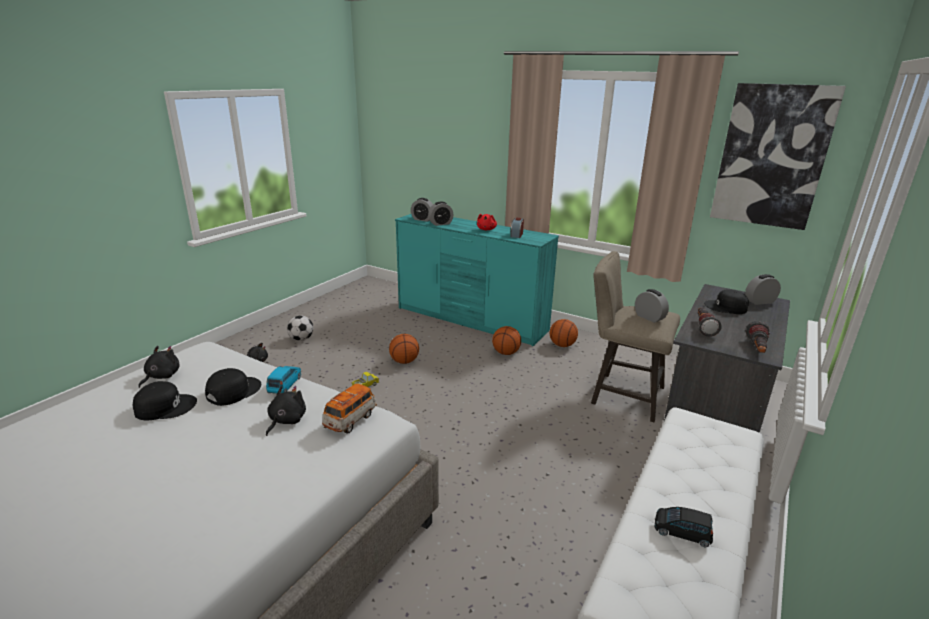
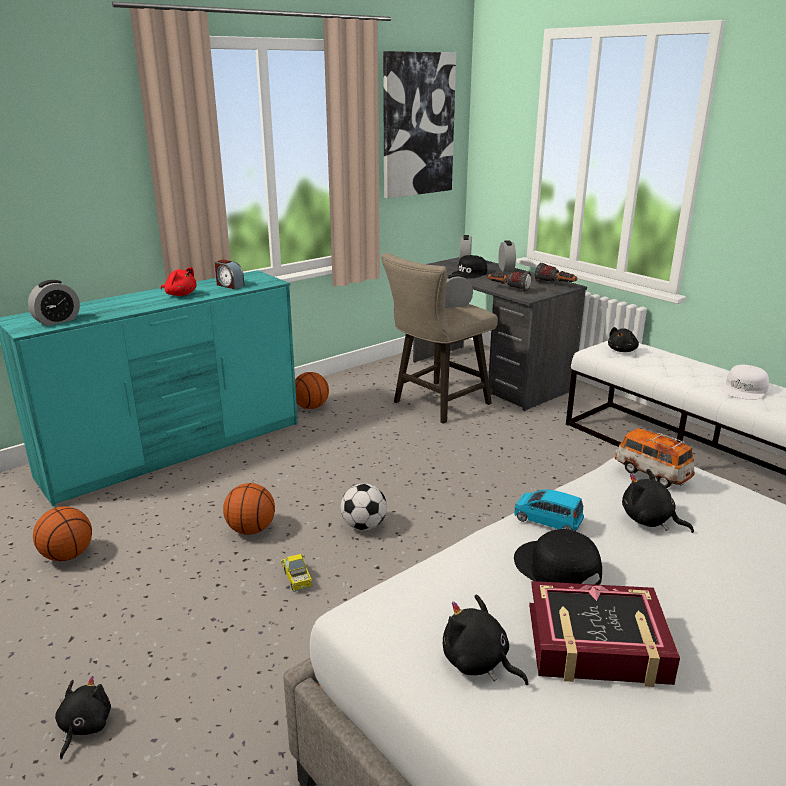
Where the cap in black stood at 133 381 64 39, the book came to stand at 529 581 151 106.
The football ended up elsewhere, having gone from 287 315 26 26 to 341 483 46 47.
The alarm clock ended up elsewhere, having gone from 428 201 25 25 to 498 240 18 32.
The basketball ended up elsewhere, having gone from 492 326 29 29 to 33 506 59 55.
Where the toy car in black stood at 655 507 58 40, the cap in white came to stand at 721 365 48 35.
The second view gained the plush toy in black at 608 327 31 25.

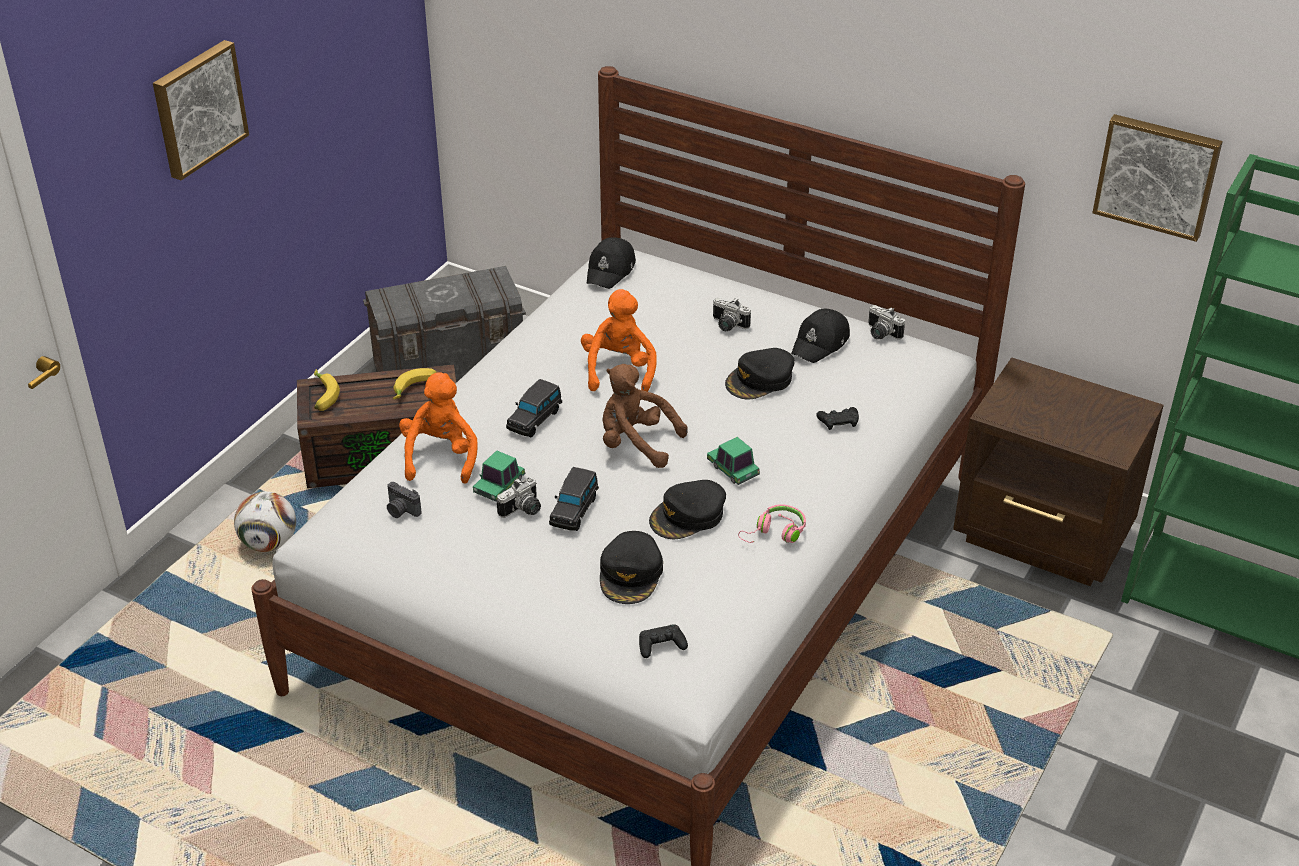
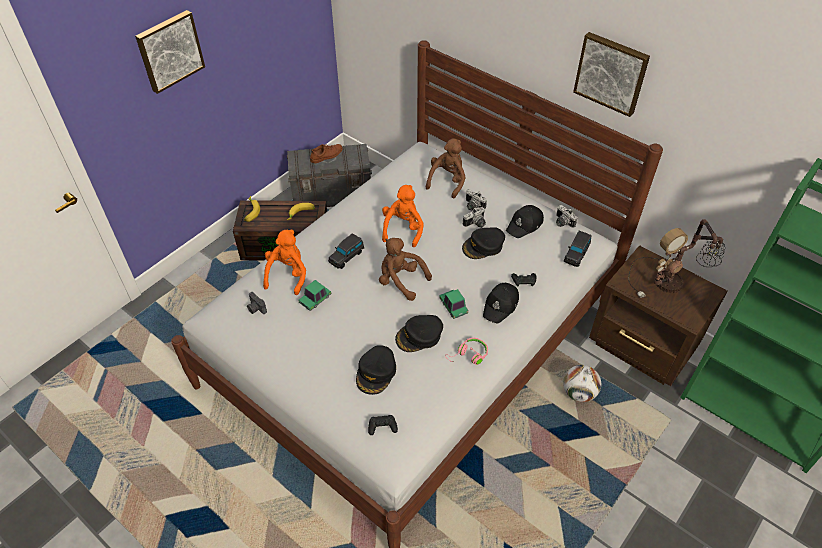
The football ended up elsewhere, having gone from 234 491 62 61 to 563 365 38 37.
The photo camera ended up elsewhere, having gone from 497 477 44 41 to 463 207 23 21.
The toy car in black ended up elsewhere, having gone from 549 467 50 64 to 564 231 27 36.
The cap in black ended up elsewhere, having gone from 587 237 49 52 to 483 283 36 40.
The picture ended up elsewhere, having gone from 1092 114 131 128 to 573 32 77 85.
The second view gained the shoe in brown at 310 144 32 19.
The second view gained the plush toy in brown at 426 138 40 61.
The second view gained the table lamp at 628 219 97 79.

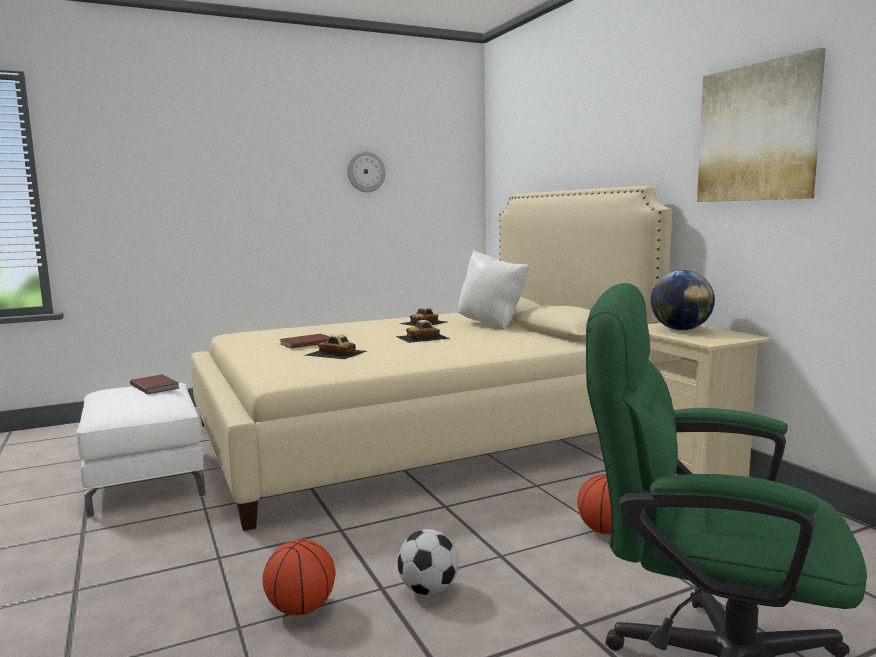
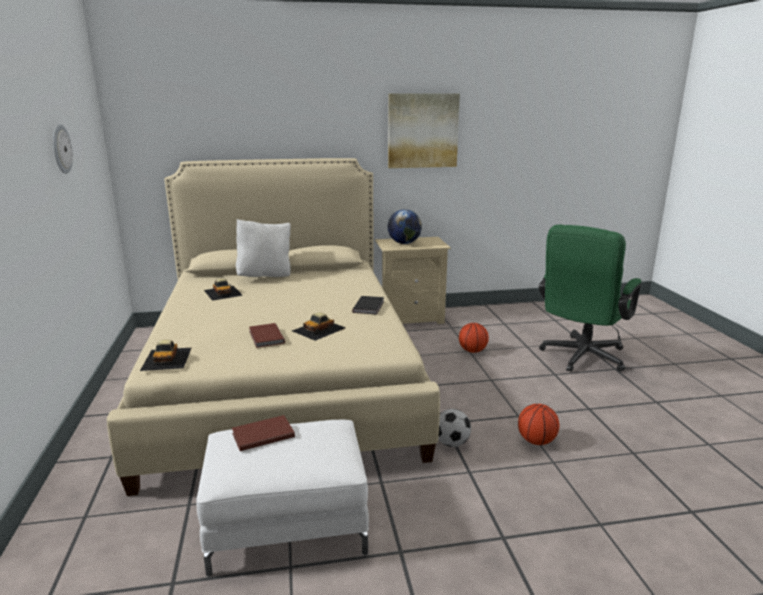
The toy car ended up elsewhere, having gone from 396 320 55 23 to 140 340 52 31.
The football ended up elsewhere, having gone from 398 529 61 67 to 438 409 33 38.
The second view gained the book in black at 352 296 32 19.

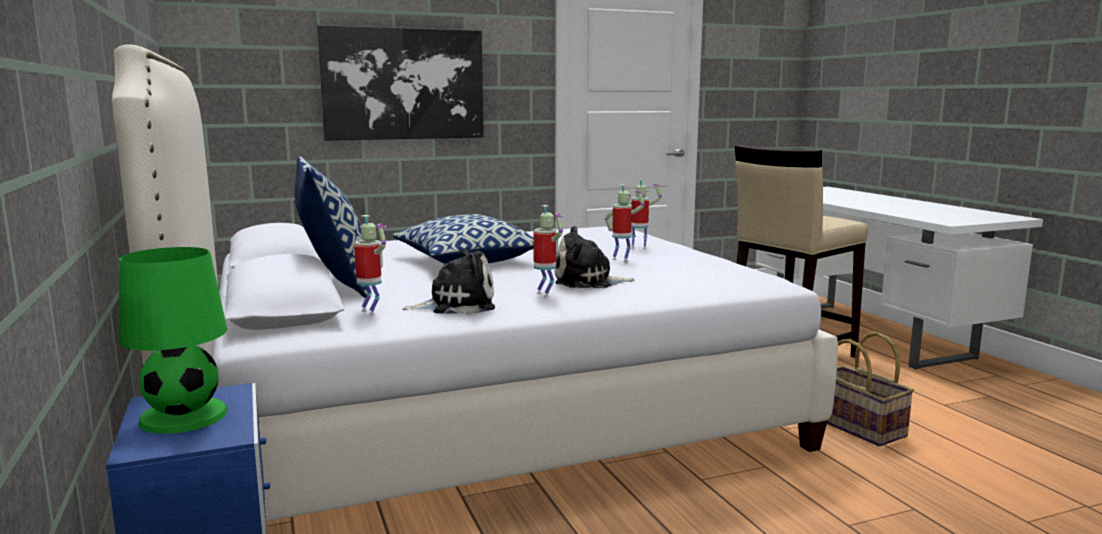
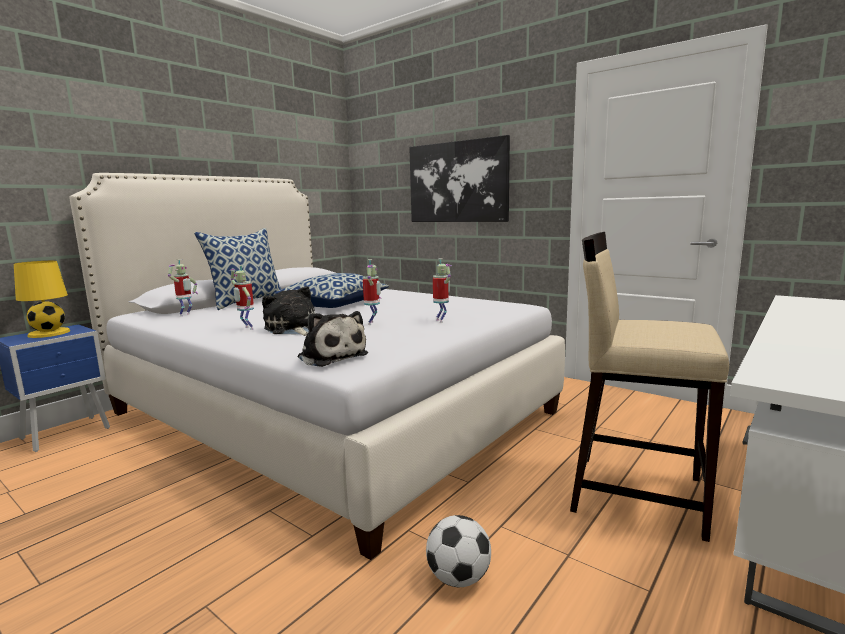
What was the table lamp in green at 119 247 109 187 turned into the table lamp in yellow at 14 261 56 77.
The plush toy ended up elsewhere, having gone from 403 249 92 66 to 298 311 70 56.
The toy robot at 533 205 31 93 ended up facing another way, 105 degrees clockwise from before.
Where the basket stood at 827 332 87 114, the football came to stand at 426 515 65 72.

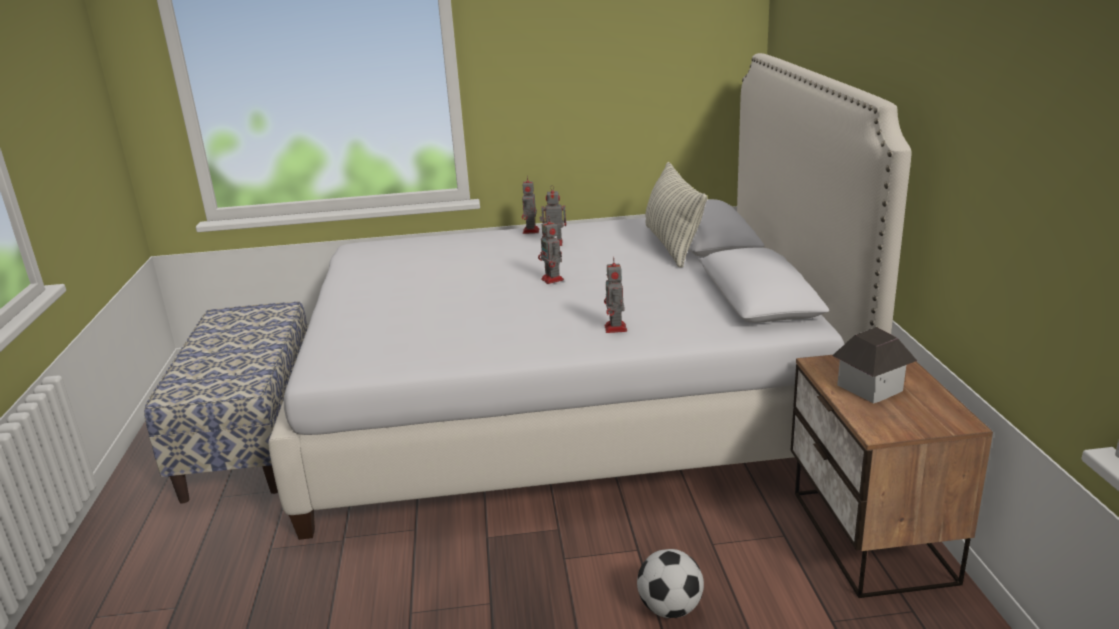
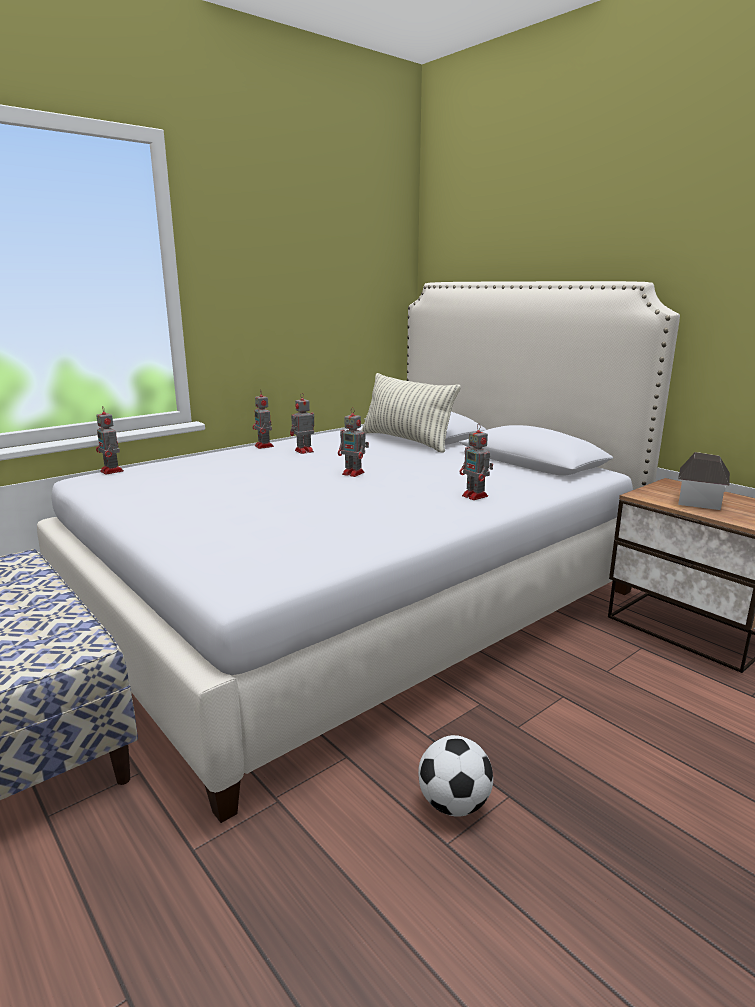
The football ended up elsewhere, having gone from 637 549 67 69 to 418 735 75 82.
The second view gained the toy robot at 96 406 28 69.

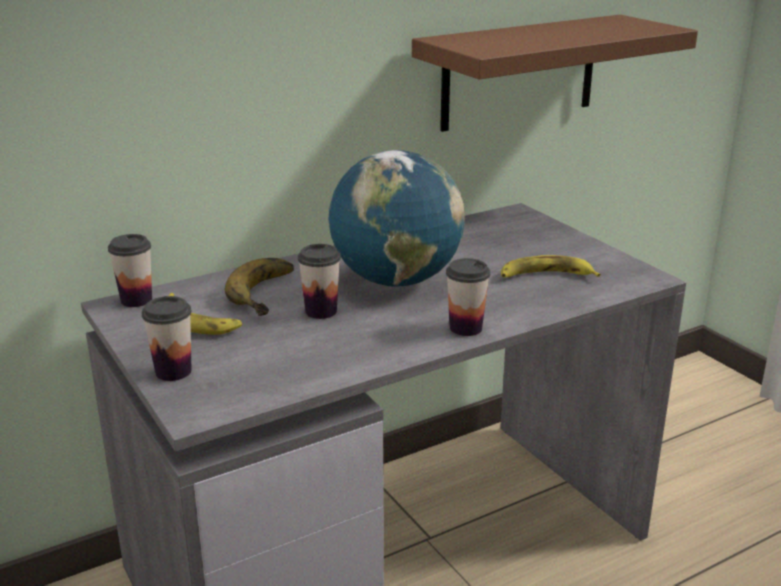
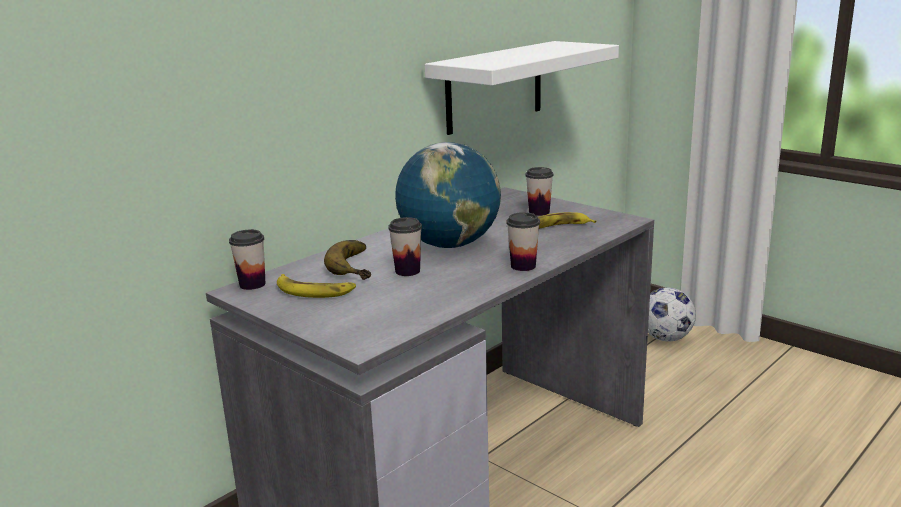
The cup ended up elsewhere, having gone from 142 296 50 85 to 525 167 28 49.
What was the shelf in brown at 412 15 286 117 turned into the shelf in white at 425 41 194 94.
The second view gained the football at 648 288 48 54.

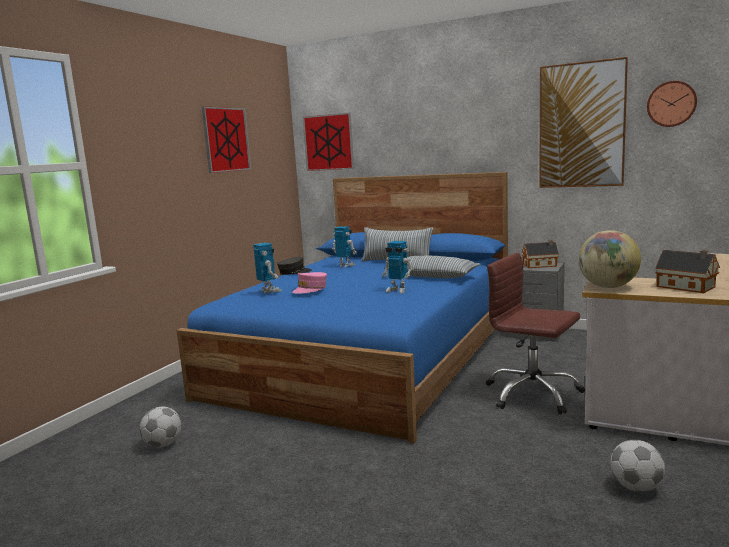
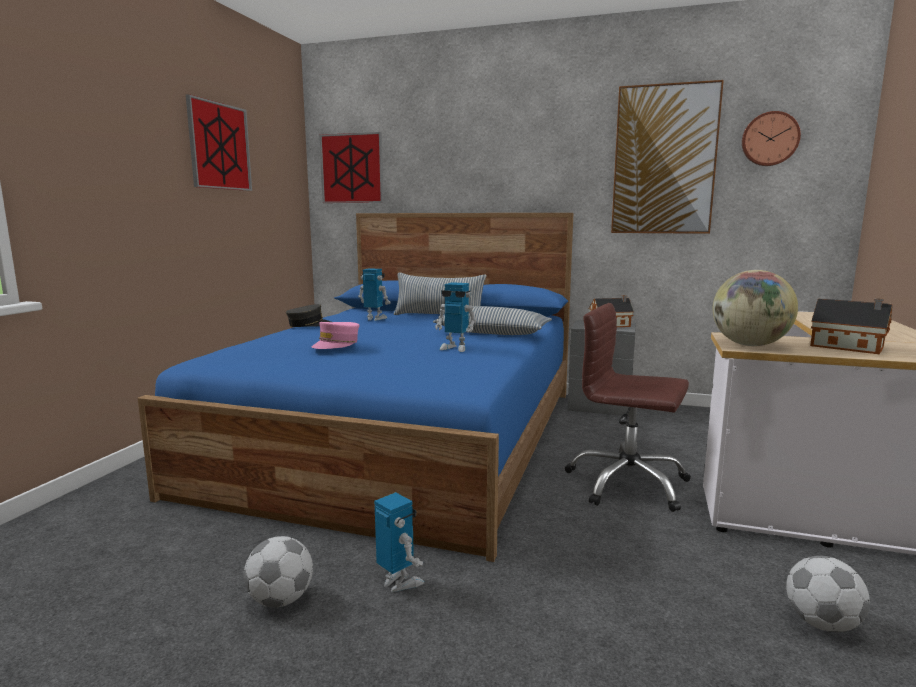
The football ended up elsewhere, having gone from 140 407 42 40 to 243 536 70 71.
The toy robot ended up elsewhere, having gone from 253 243 29 50 to 374 492 50 100.

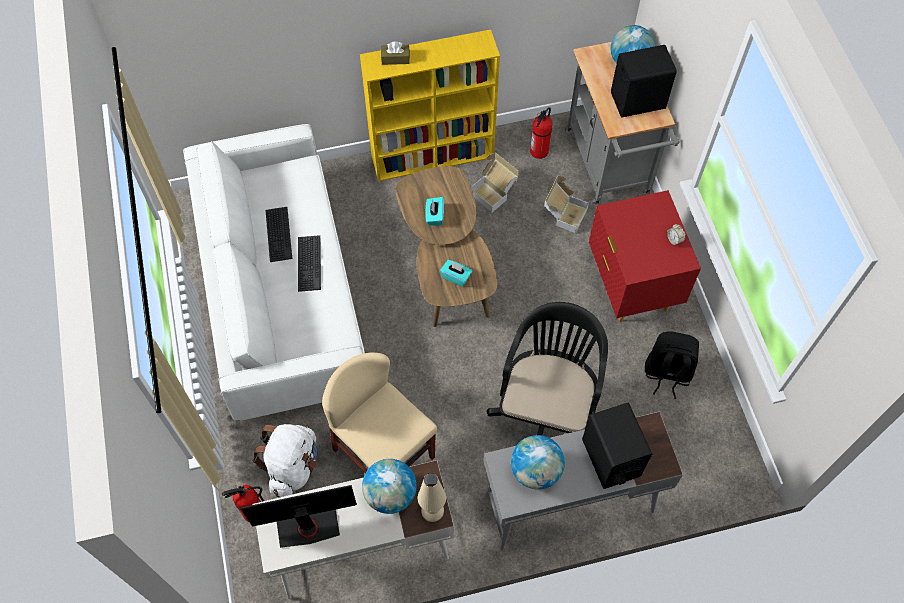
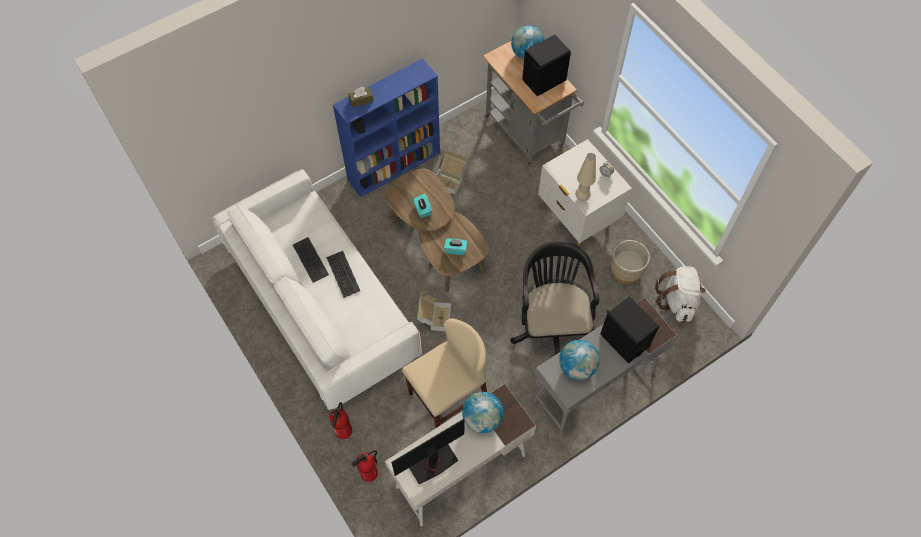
The backpack in white ended up elsewhere, having gone from 252 424 66 74 to 655 266 51 56.
The chair in beige at 322 353 115 120 ended up facing another way, 120 degrees clockwise from before.
What was the bookcase in yellow at 360 30 140 151 turned into the bookcase in blue at 333 58 107 139.
The table lamp in beige ended up elsewhere, having gone from 418 473 28 49 to 575 153 21 48.
The fire extinguisher ended up elsewhere, having gone from 530 107 22 52 to 330 402 22 37.
The cardboard box ended up elsewhere, having gone from 544 176 45 57 to 417 291 34 40.
What was the nightstand in red at 589 190 112 132 turned into the nightstand in white at 538 139 94 107.
Where the backpack in black stood at 645 331 54 68, the planter in beige came to stand at 611 240 39 44.

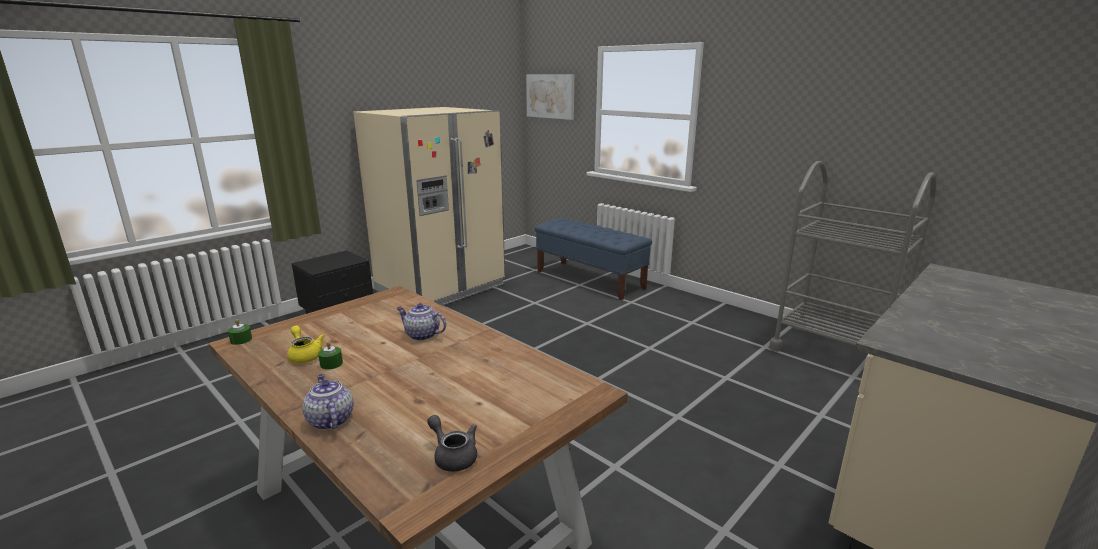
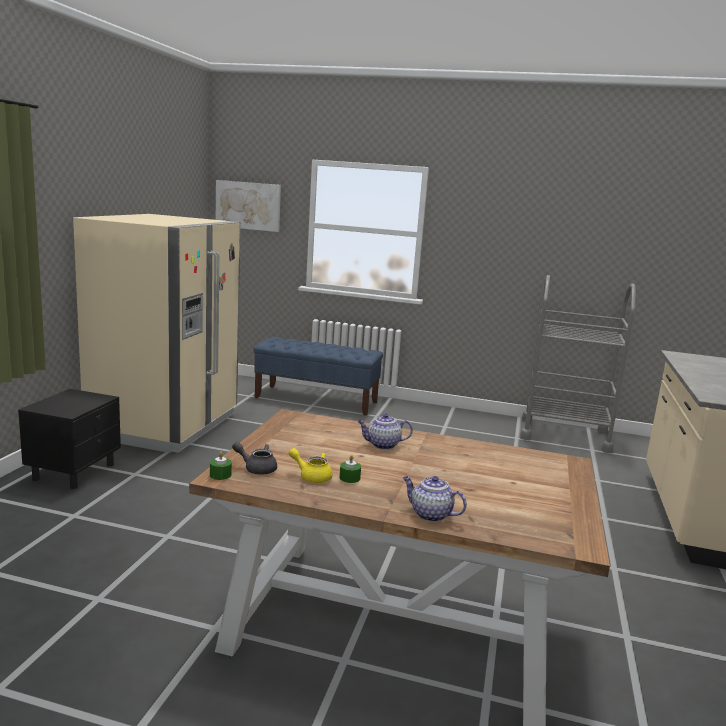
The teapot in grey ended up elsewhere, having gone from 427 415 50 57 to 232 442 45 33.

